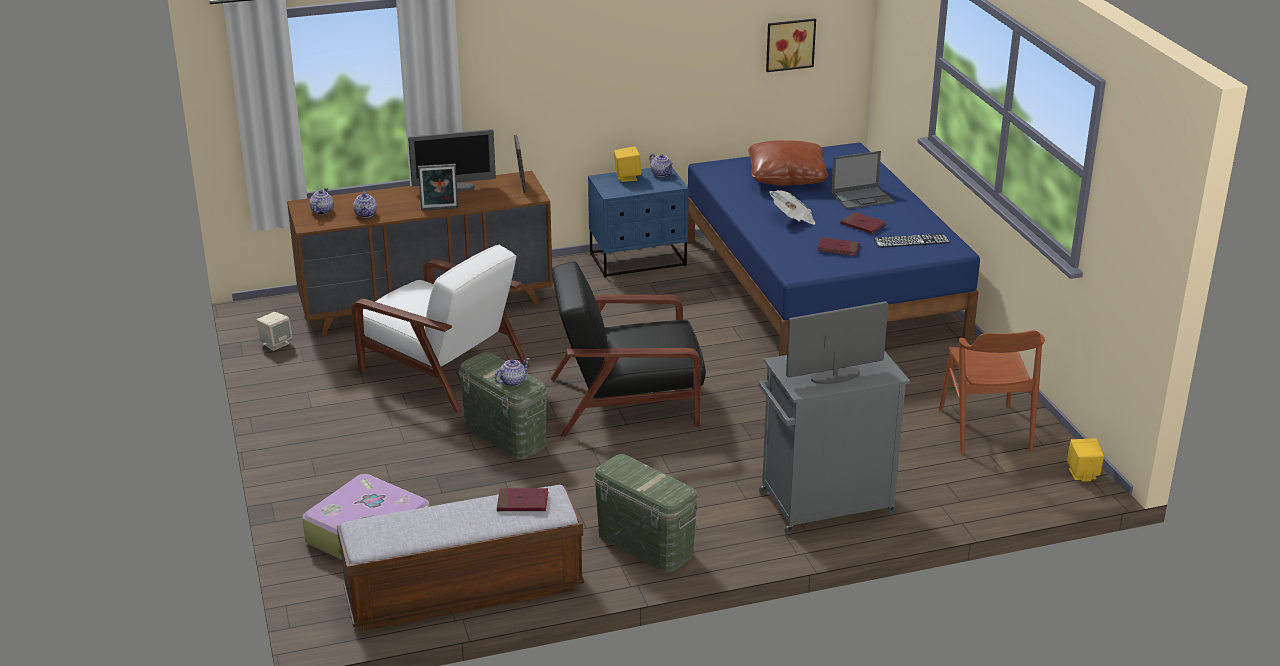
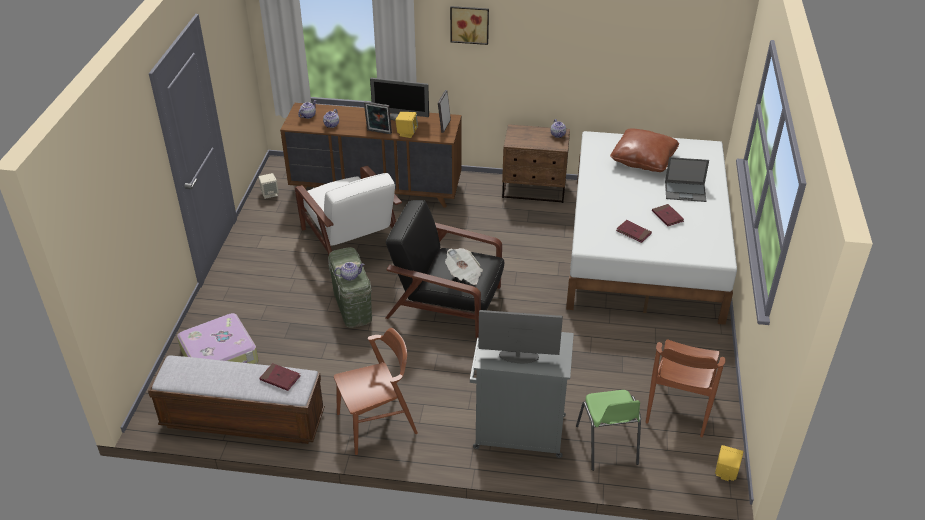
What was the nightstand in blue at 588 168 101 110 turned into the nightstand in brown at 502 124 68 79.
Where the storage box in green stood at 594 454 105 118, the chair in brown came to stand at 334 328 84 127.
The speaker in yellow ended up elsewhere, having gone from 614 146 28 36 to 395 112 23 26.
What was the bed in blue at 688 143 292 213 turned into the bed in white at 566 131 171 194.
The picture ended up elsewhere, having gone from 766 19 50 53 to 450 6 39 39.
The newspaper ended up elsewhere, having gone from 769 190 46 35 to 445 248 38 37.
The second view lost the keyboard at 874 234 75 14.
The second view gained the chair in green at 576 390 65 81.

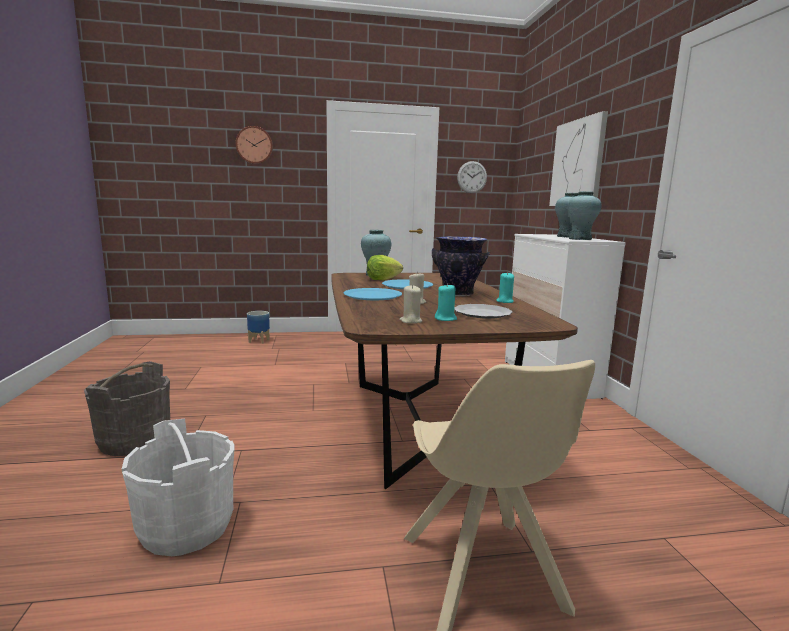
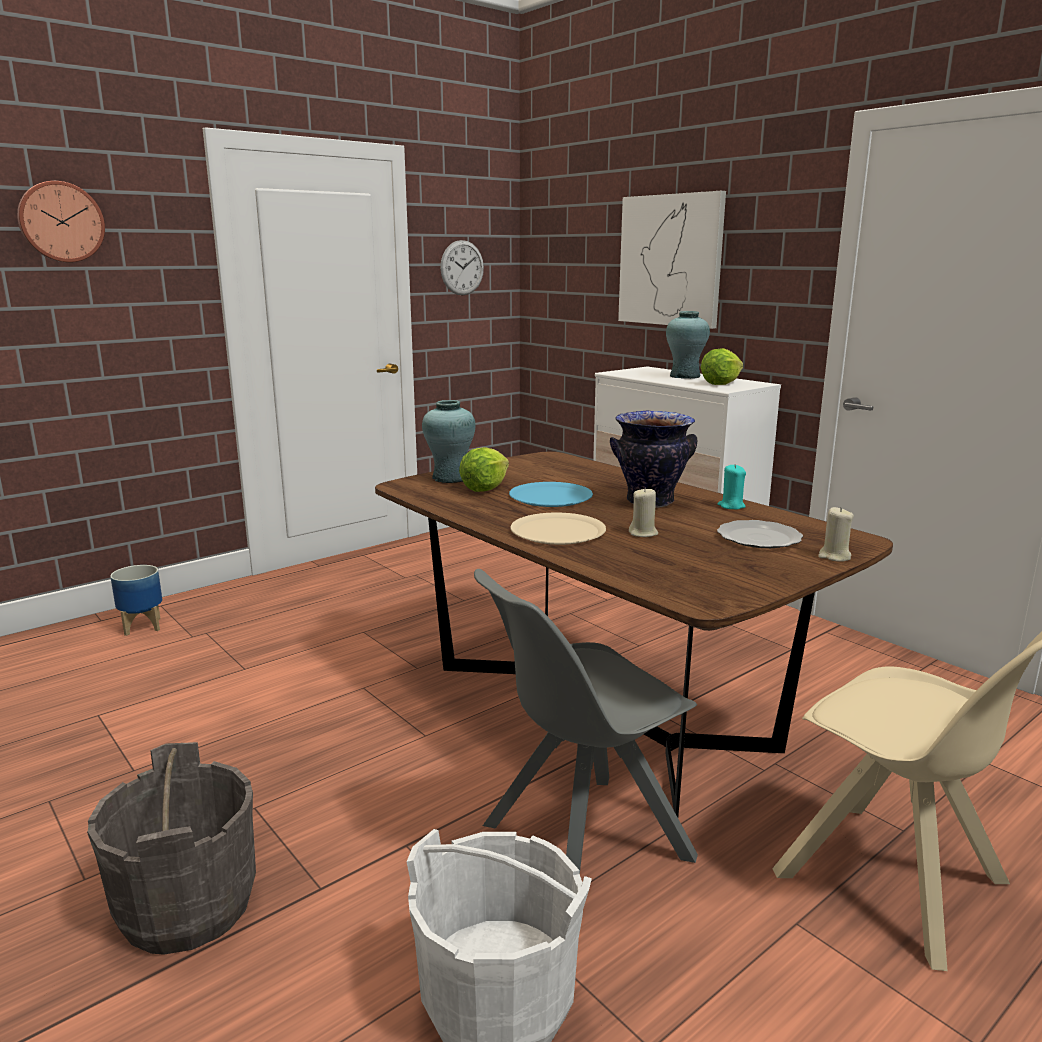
What was the plate in blue at 344 288 58 12 turned into the plate in beige at 510 513 96 32.
The candle in beige ended up elsewhere, having gone from 399 284 23 40 to 818 507 36 55.
The second view lost the candle in turquoise at 435 283 22 38.
Where the vase in turquoise stood at 568 191 34 49, the lettuce came to stand at 701 348 42 37.
The second view gained the chair in grey at 474 569 224 305.

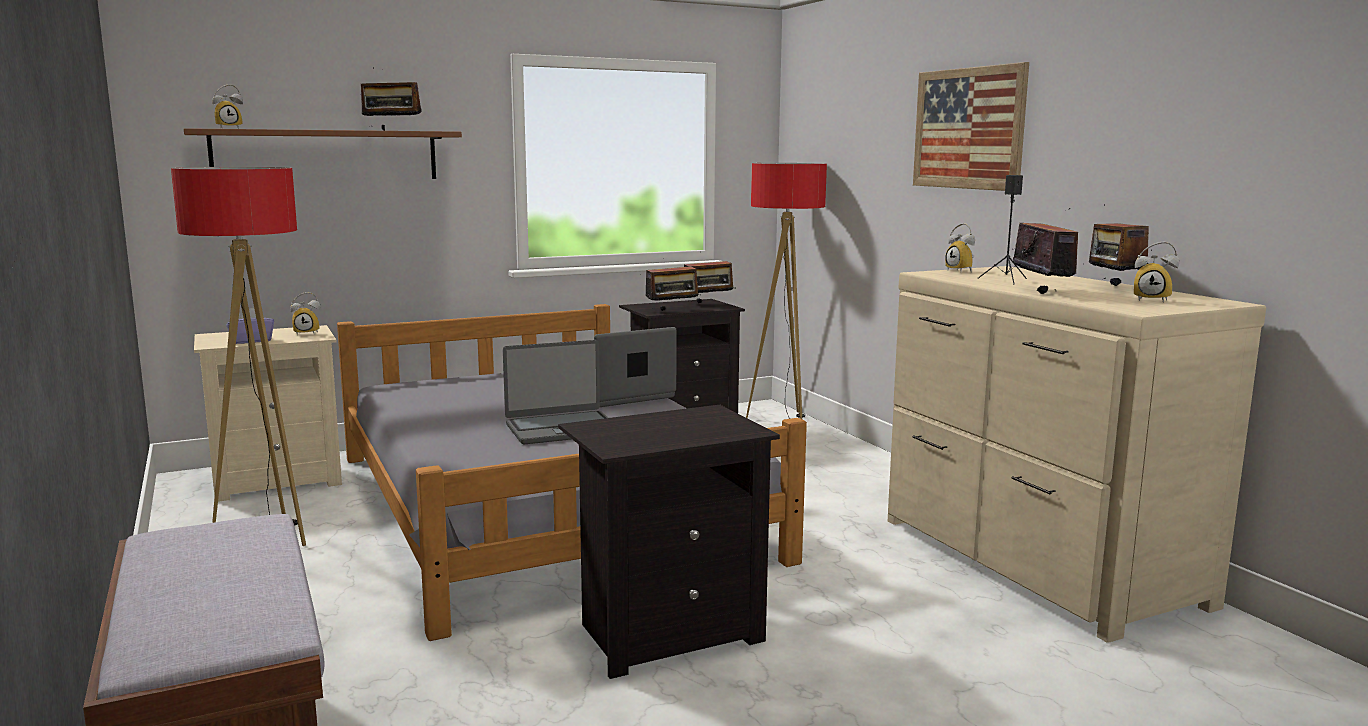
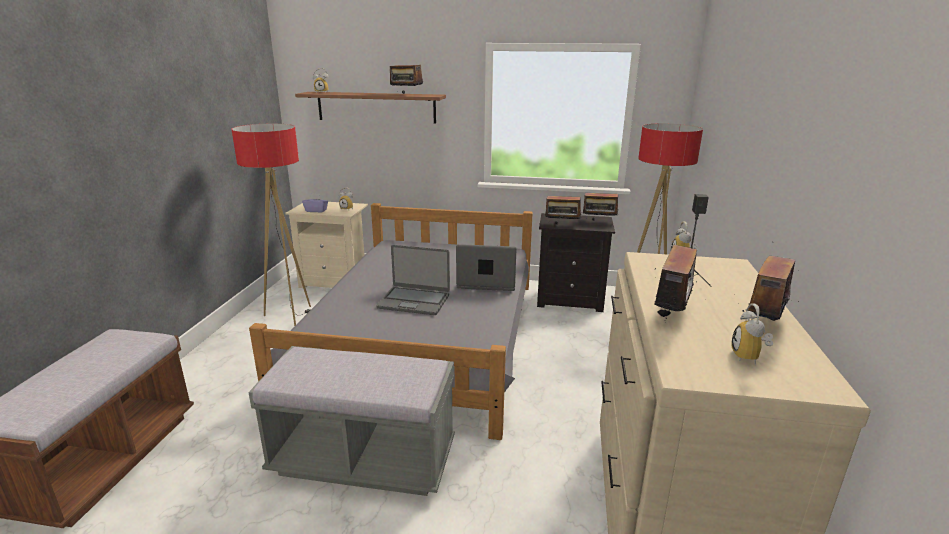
Where the nightstand in black stood at 558 405 222 274, the bench in grey came to stand at 248 346 207 150.
The second view lost the picture at 913 62 116 129.
The alarm clock at 1134 242 45 60 ended up facing another way, 45 degrees clockwise from before.

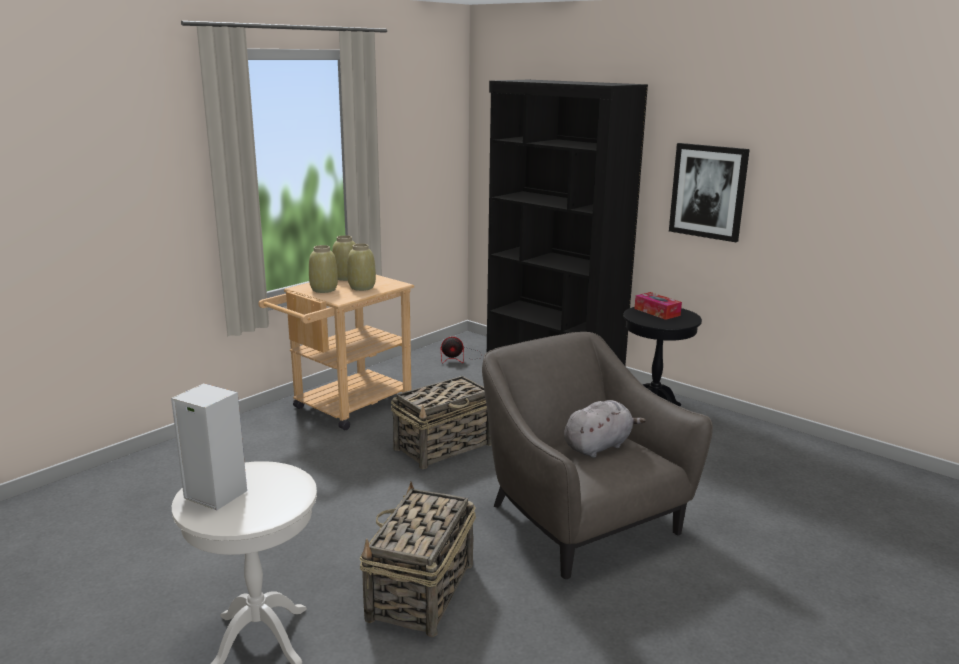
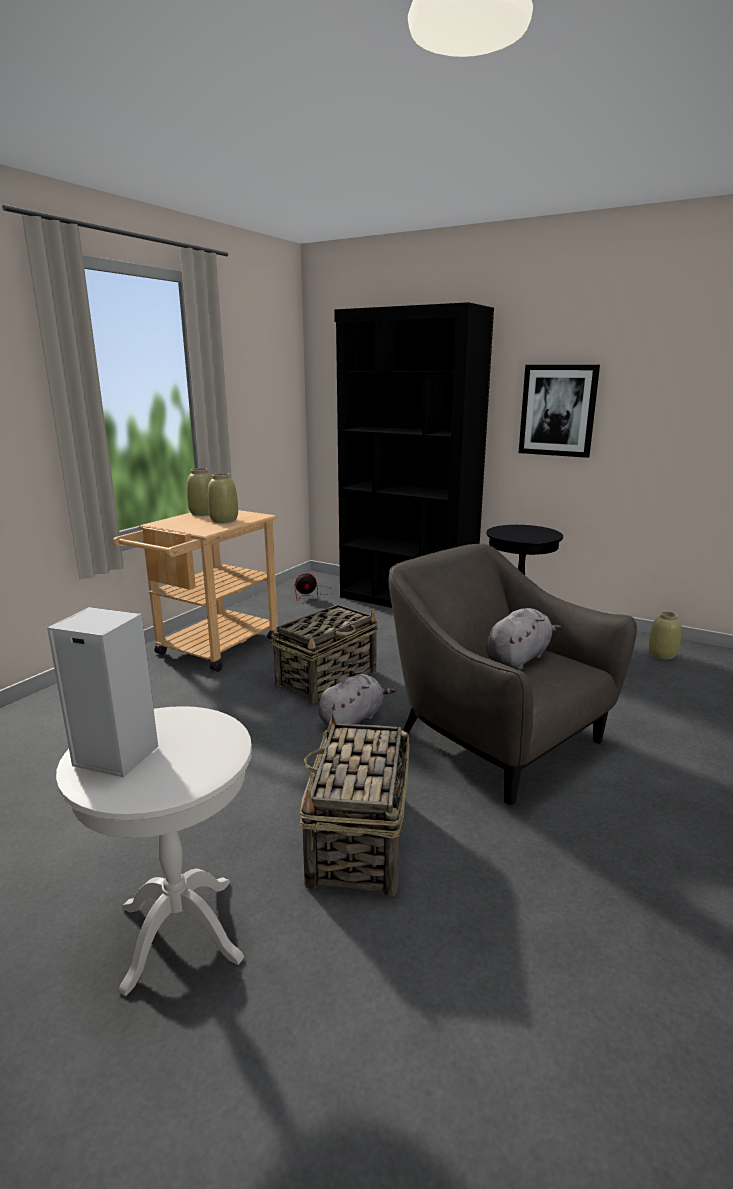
The vase in beige ended up elsewhere, having gone from 309 245 29 48 to 648 611 34 49.
The second view lost the tissue box at 634 292 48 28.
The second view gained the plush toy in grey at 318 674 78 52.

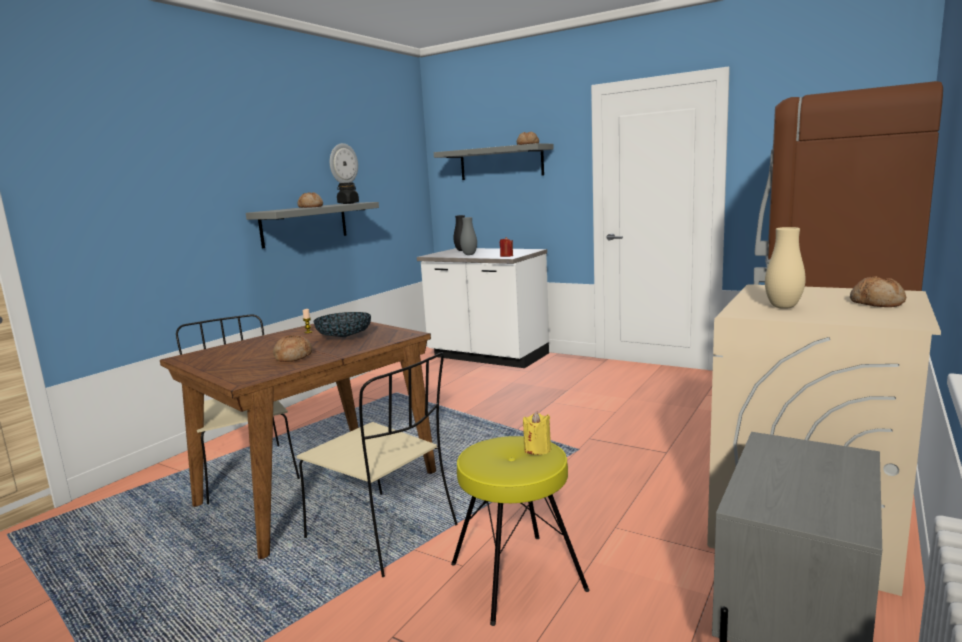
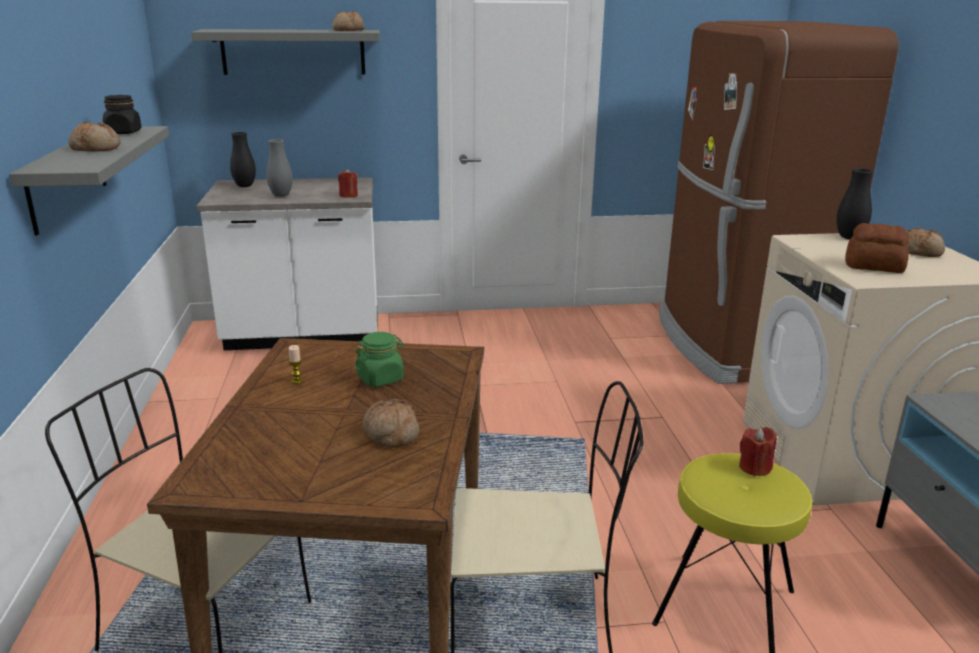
Where the bowl stood at 314 312 57 25, the jar in green came to stand at 355 332 49 55.
The second view lost the wall clock at 330 143 28 40.
What was the candle in yellow at 523 411 28 44 turned into the candle in red at 739 427 38 49.
Where the vase in beige stood at 765 227 41 82, the bread came to stand at 845 223 64 50.
The second view gained the vase in black at 836 168 37 71.

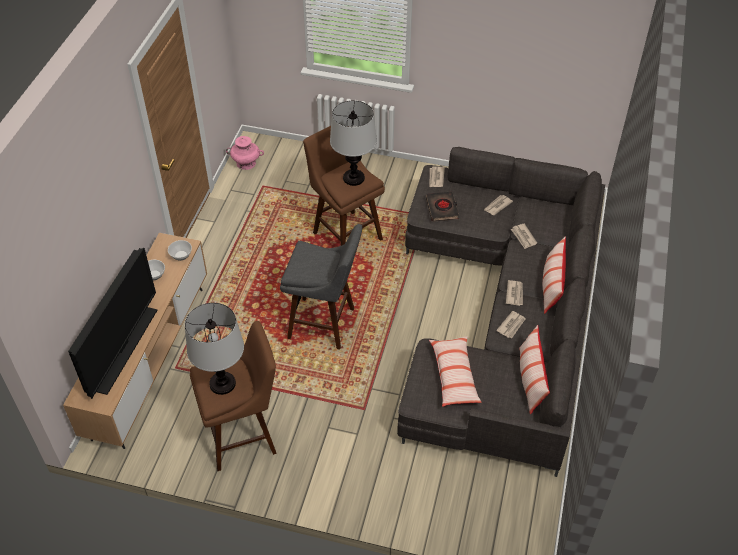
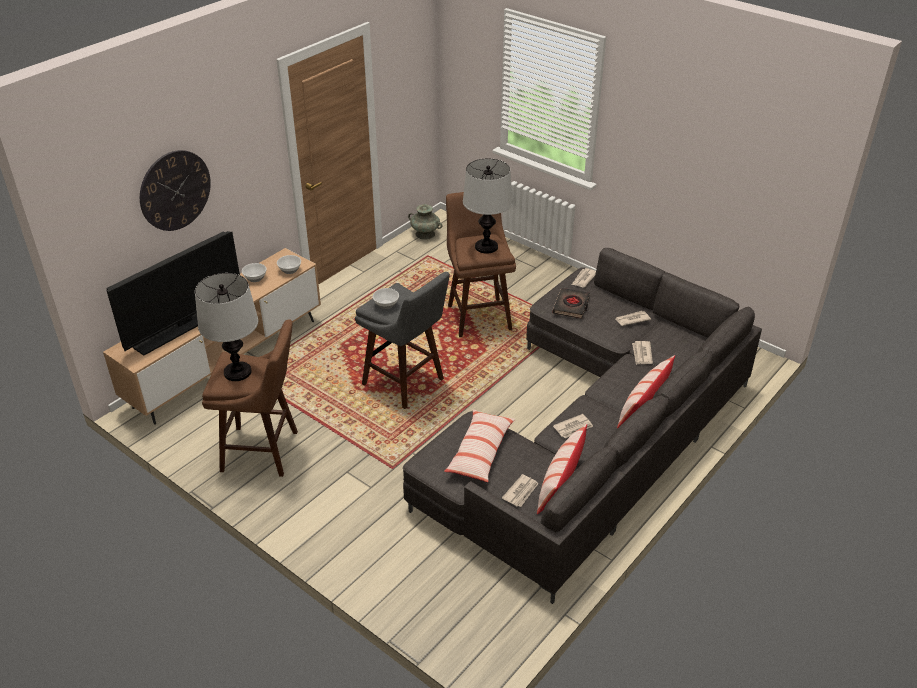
What was the vase in pink at 226 136 38 34 turned into the vase in turquoise at 408 204 34 36.
The newspaper ended up elsewhere, having gone from 506 280 17 26 to 502 474 37 33.
The second view gained the wall clock at 140 150 71 81.
The second view gained the bowl at 373 288 26 21.

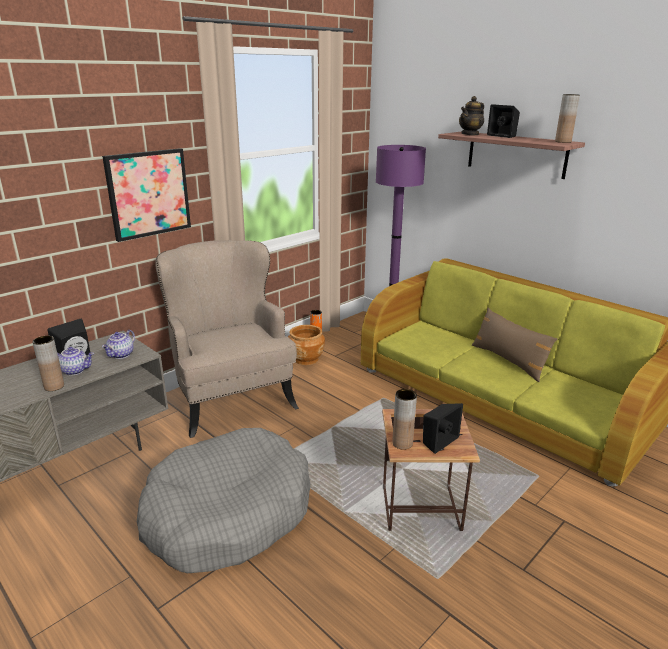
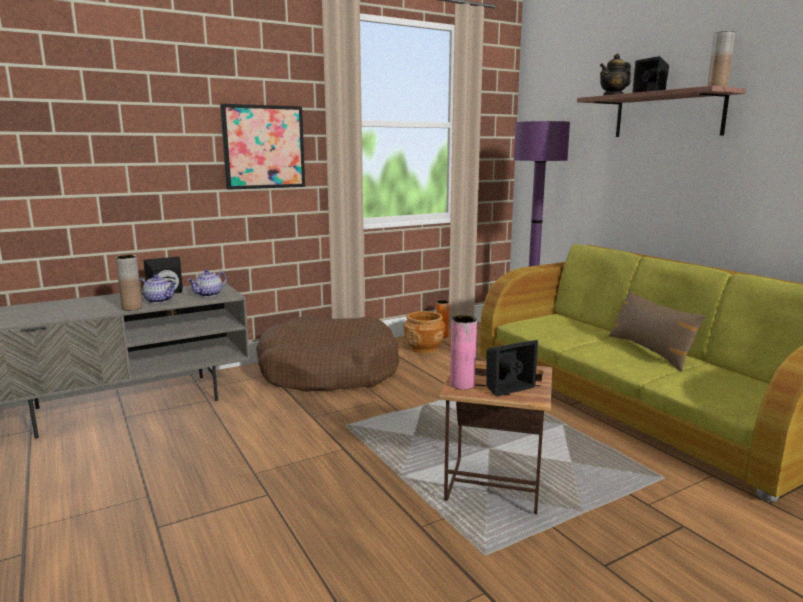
The second view lost the dog bed in grey at 137 428 174 145.
Where the armchair in beige stood at 155 240 144 198, the dog bed in brown came to stand at 256 316 143 76.
What was the vase in brown at 392 389 25 61 turned into the vase in pink at 450 315 27 75.

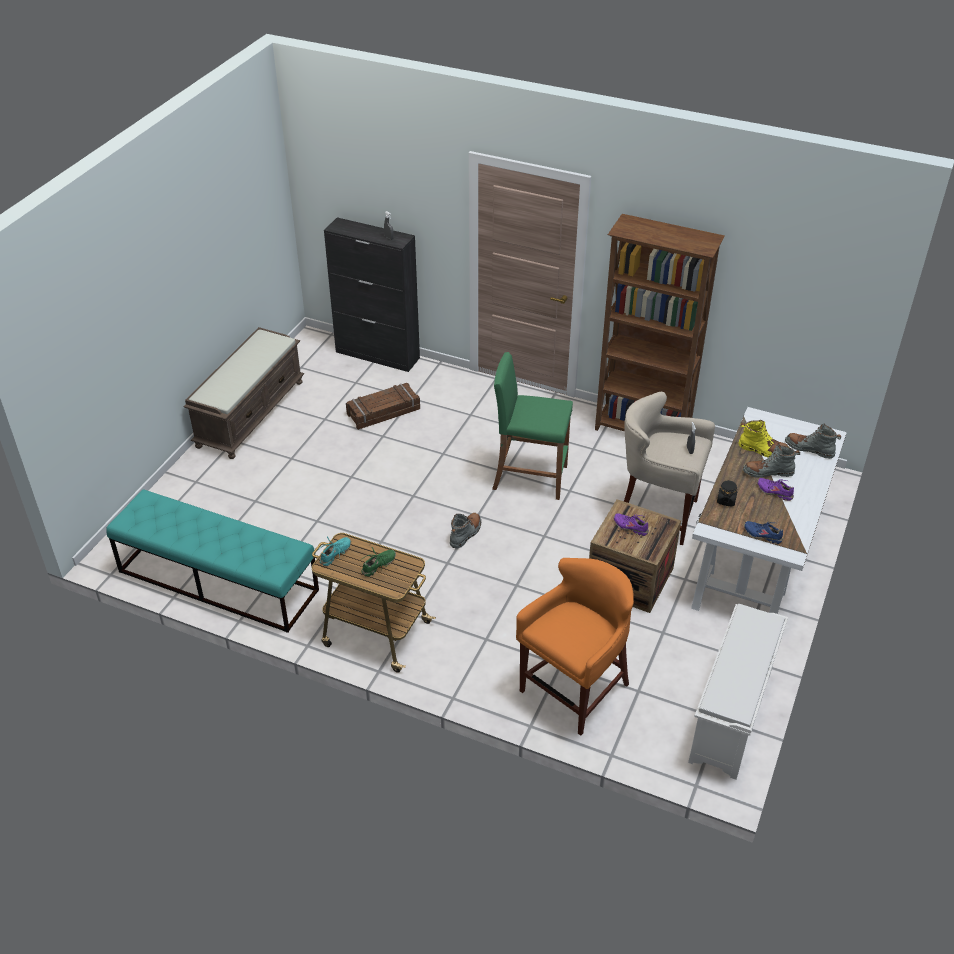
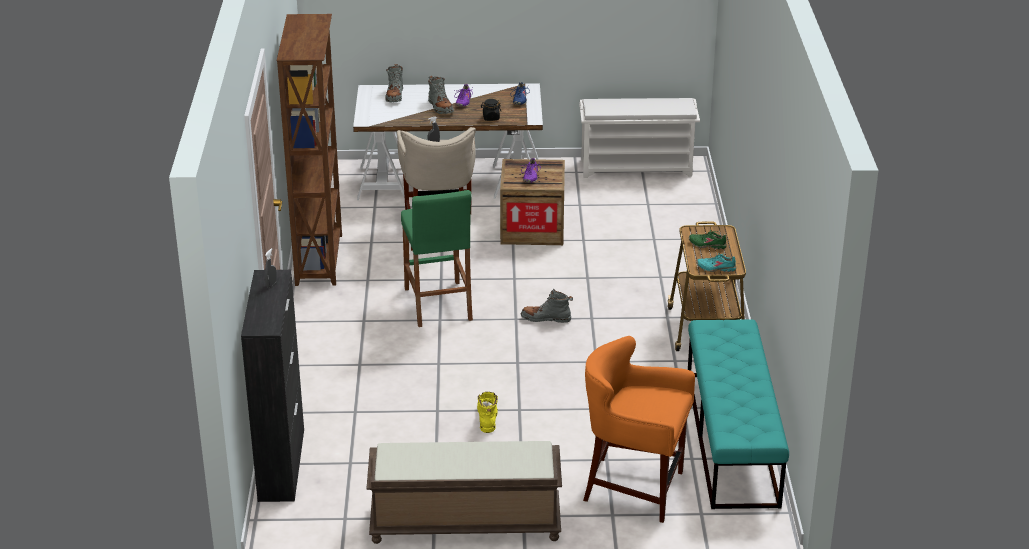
The second view lost the crate at 346 383 74 47.
The stool in orange ended up elsewhere, having gone from 516 558 118 178 to 583 336 112 187.
The boot in yellow ended up elsewhere, having gone from 738 420 50 38 to 477 392 21 41.

